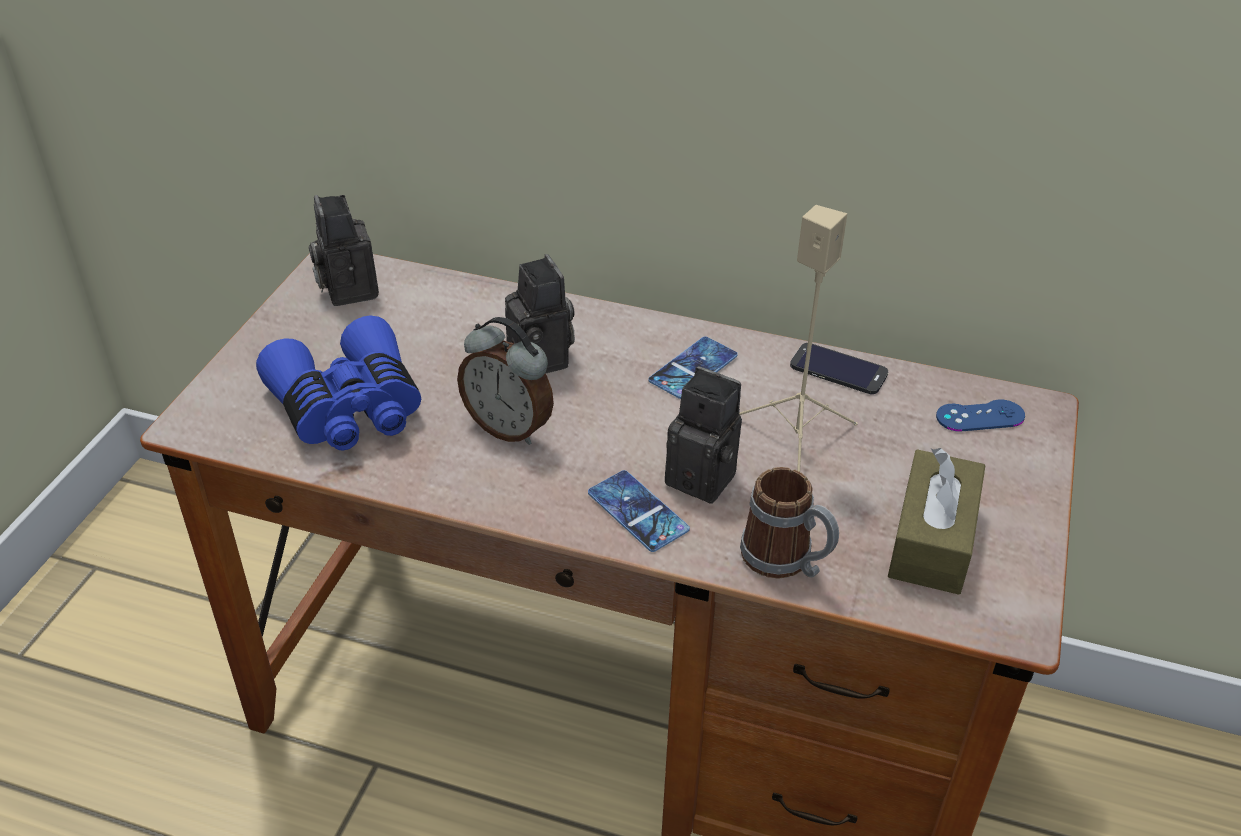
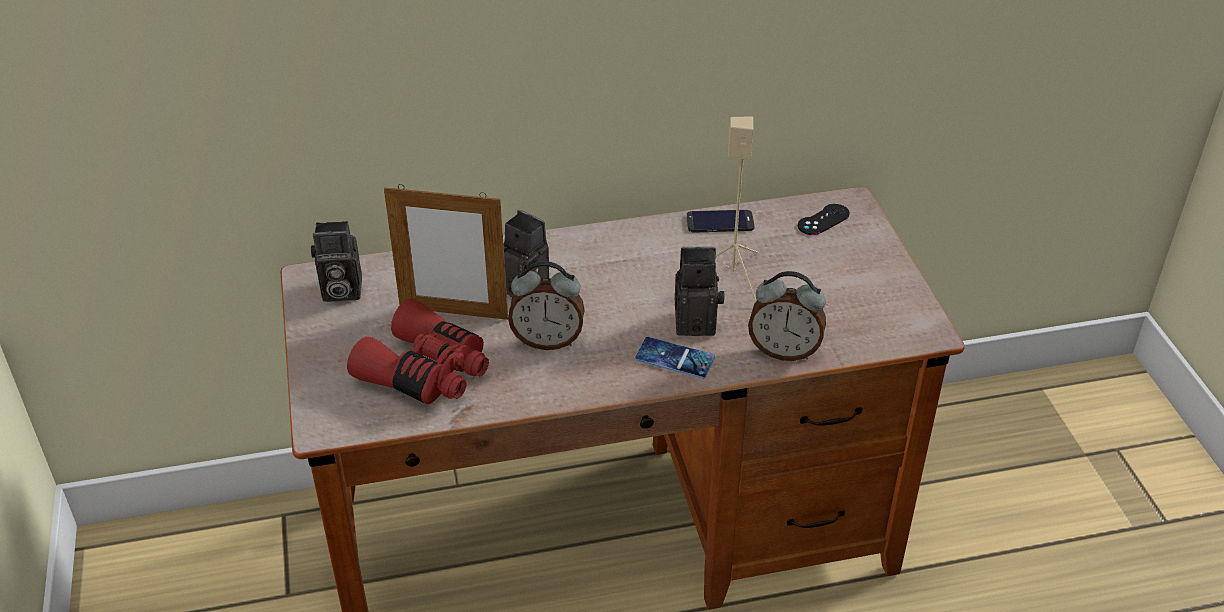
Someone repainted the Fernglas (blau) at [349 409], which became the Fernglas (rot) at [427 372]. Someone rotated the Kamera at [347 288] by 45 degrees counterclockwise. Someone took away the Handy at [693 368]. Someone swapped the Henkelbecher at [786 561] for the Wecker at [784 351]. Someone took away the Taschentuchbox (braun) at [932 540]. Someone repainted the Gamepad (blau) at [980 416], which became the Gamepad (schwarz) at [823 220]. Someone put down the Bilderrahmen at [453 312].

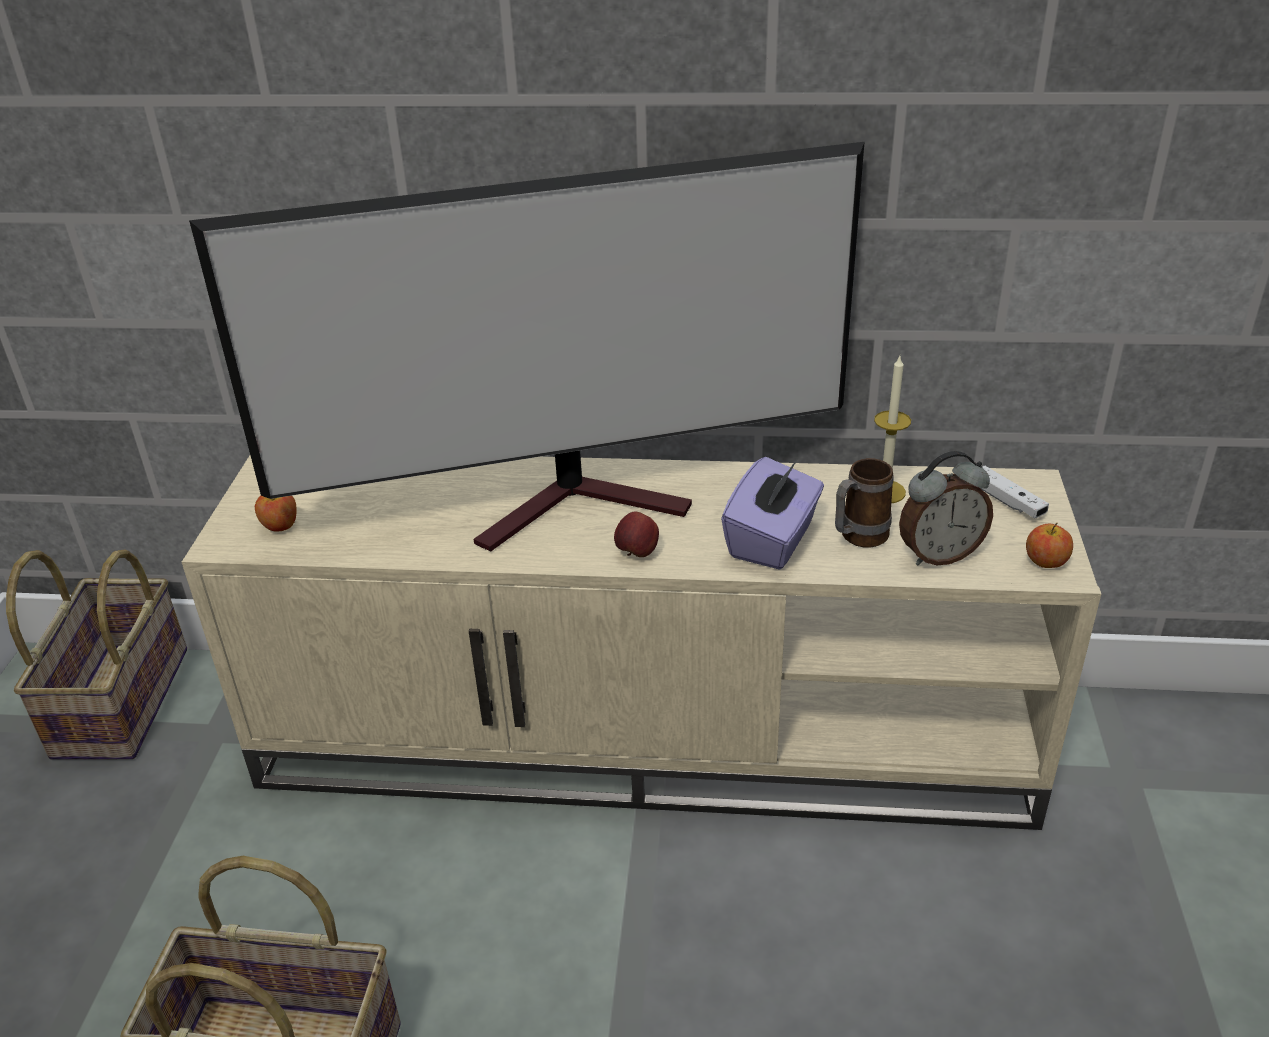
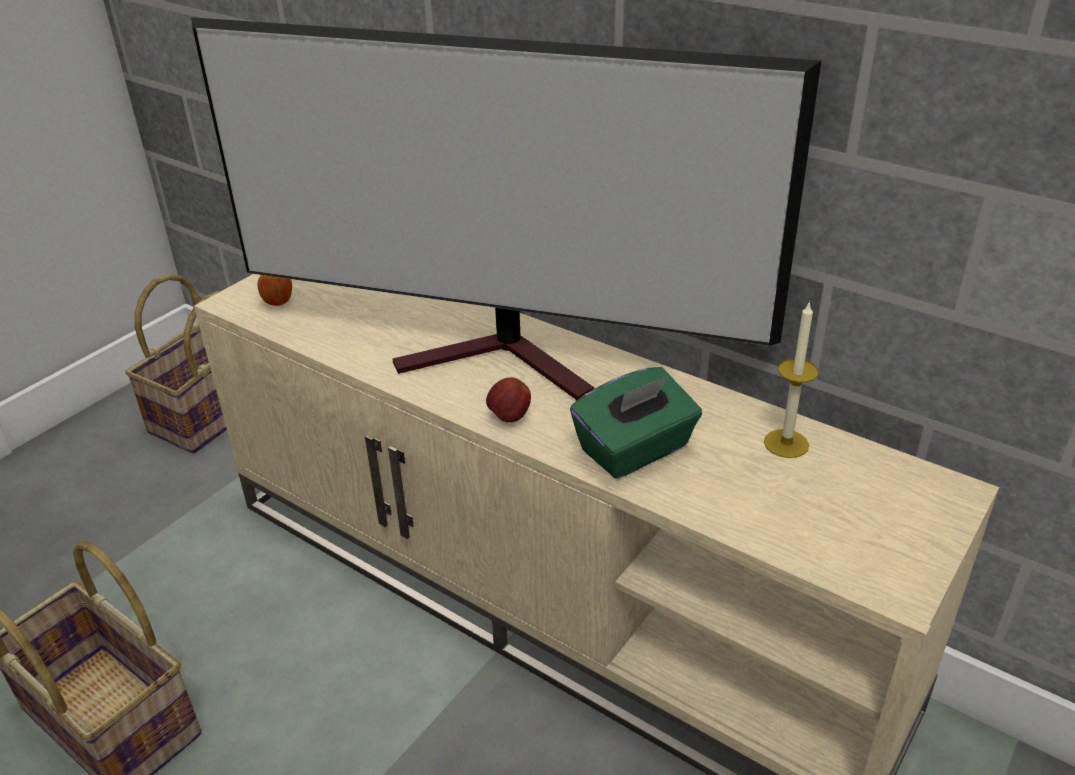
Someone repainted the Taschentuchbox (lila) at [773 540], which became the Taschentuchbox (grün) at [635 450]. Someone took away the Henkelbecher at [857 538]. Someone took away the Wecker at [939 554]. Someone took away the Gamepad (weiß) at [1006 501]. Someone took away the Apfel at [1045 562].

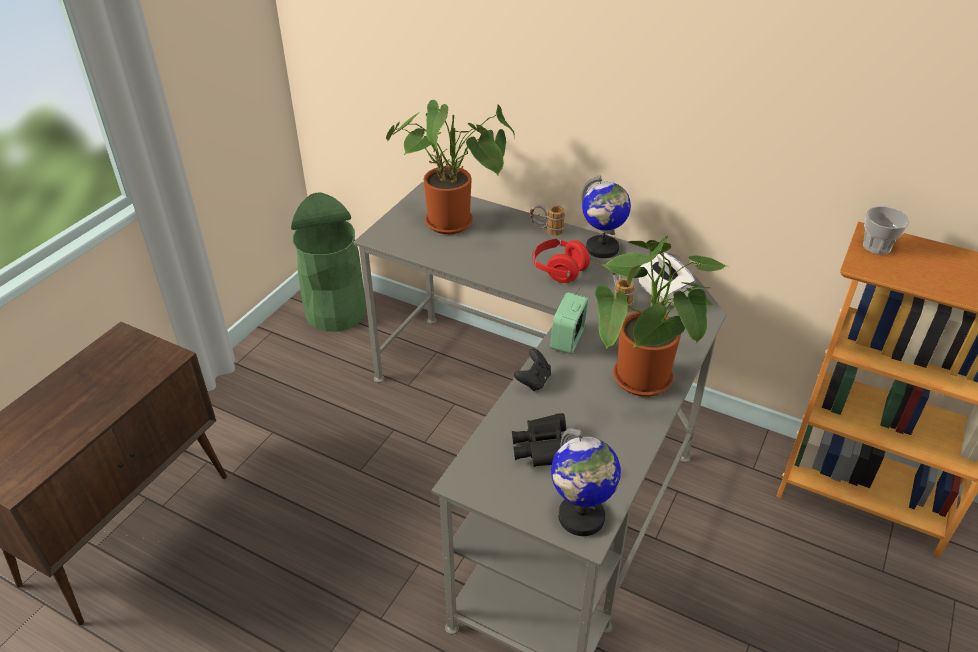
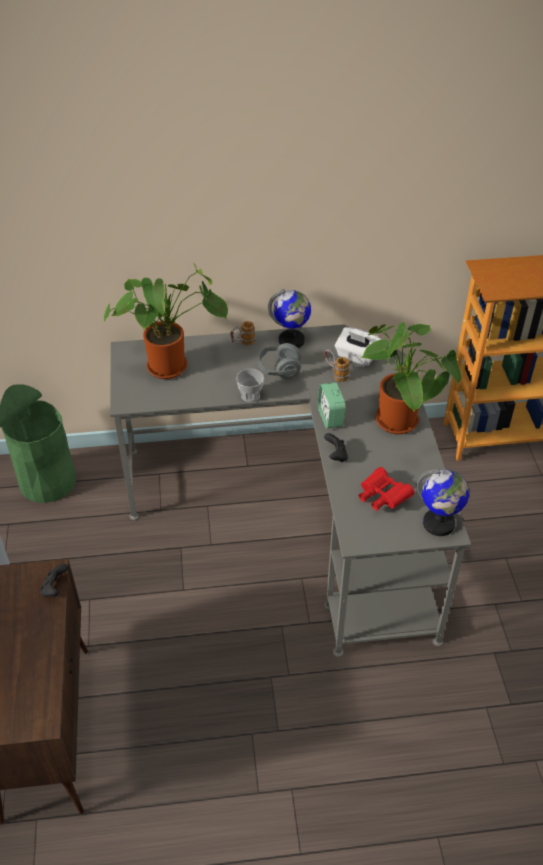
Someone repainted the Fernglas (schwarz) at [541 451], which became the Fernglas (rot) at [382 497]. Someone repainted the Kopfhörer (rot) at [559 270], which became the Kopfhörer (grau) at [278 370]. Someone carried the Tasse from [876 246] to [250 396]. Someone put down the Gamepad (schwarz) at [55 588].

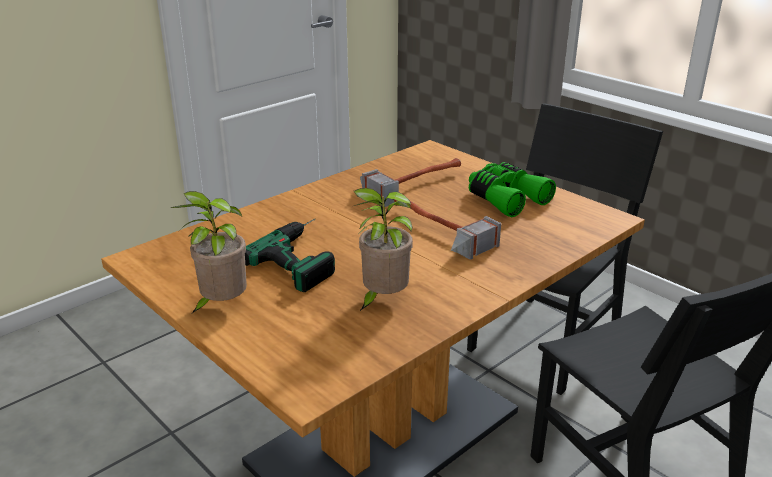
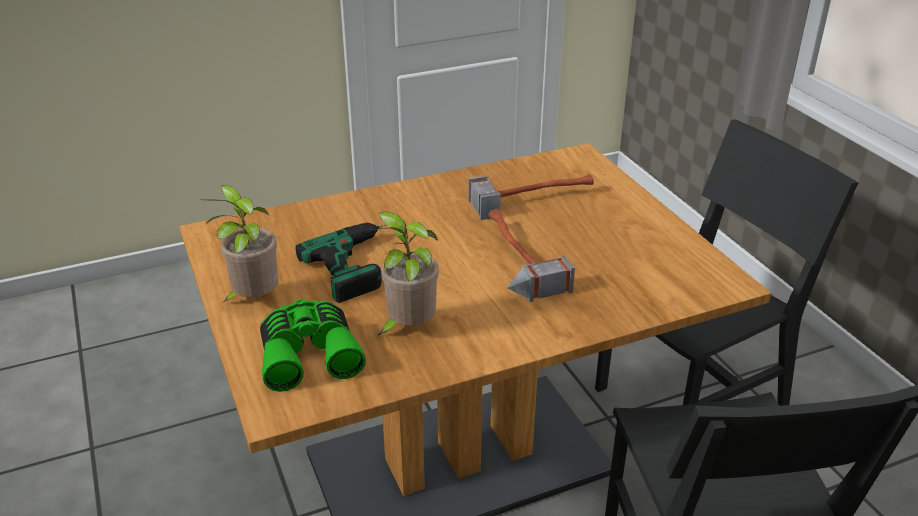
Someone carried the Fernglas (grün) from [505 198] to [309 354].

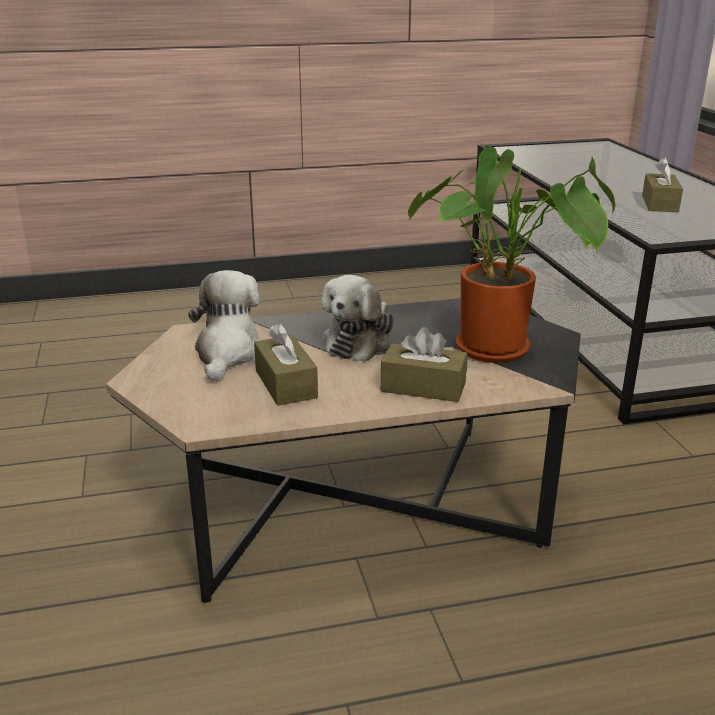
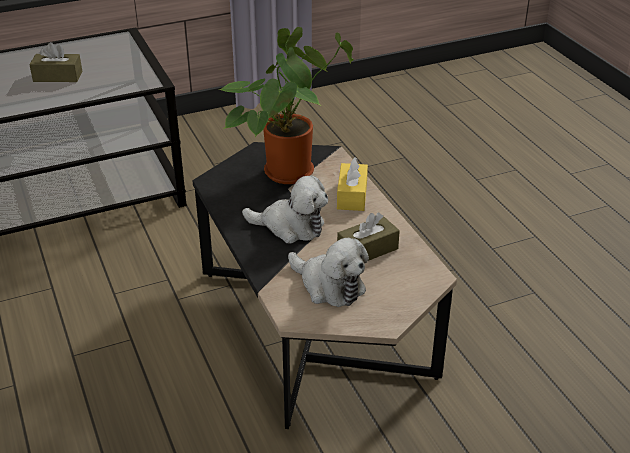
Someone rotated the Plüschtier at [228 354] by 135 degrees counterclockwise. Someone repainted the Taschentuchbox (braun) at [423 387], which became the Taschentuchbox (gelb) at [352 195].

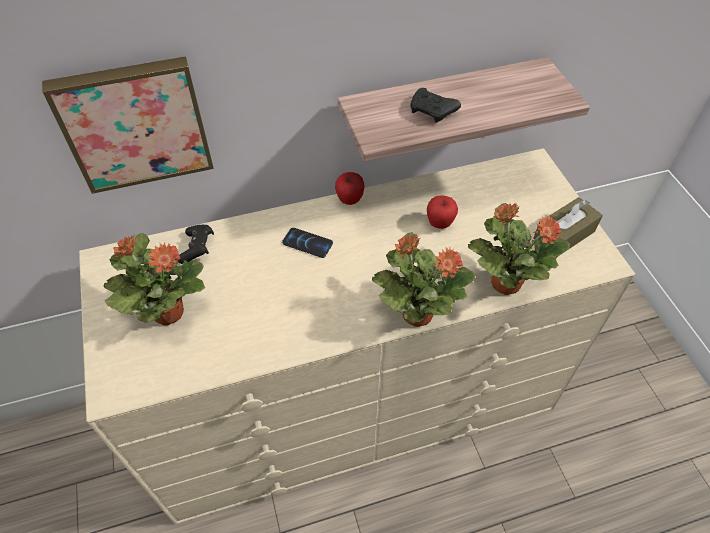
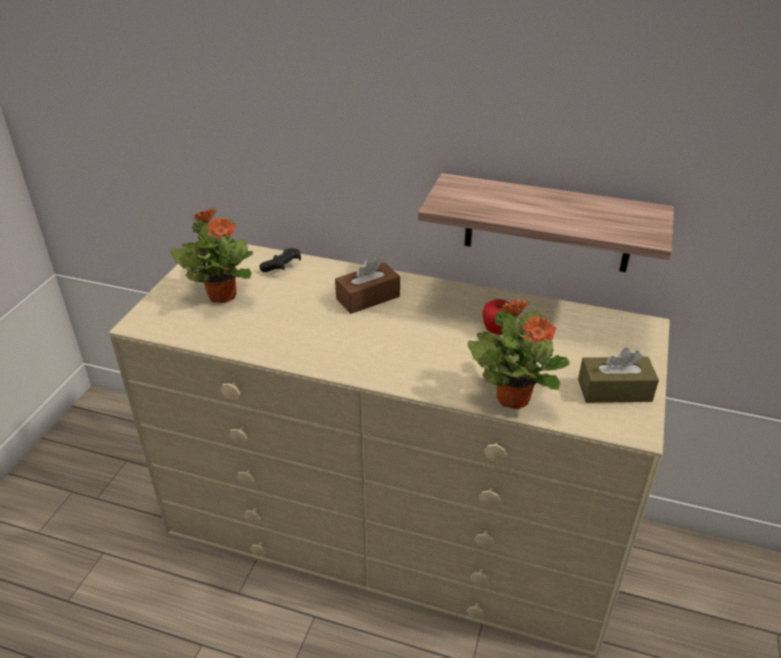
Someone took away the Bild at [135 123]. Someone swapped the Handy at [307 243] for the Taschentuchbox (braun) at [368 298]. Someone took away the Apfel at [350 200]. Someone took away the Topfpflanze at [416 313]. Someone took away the Gamepad (schwarz) at [432 112].

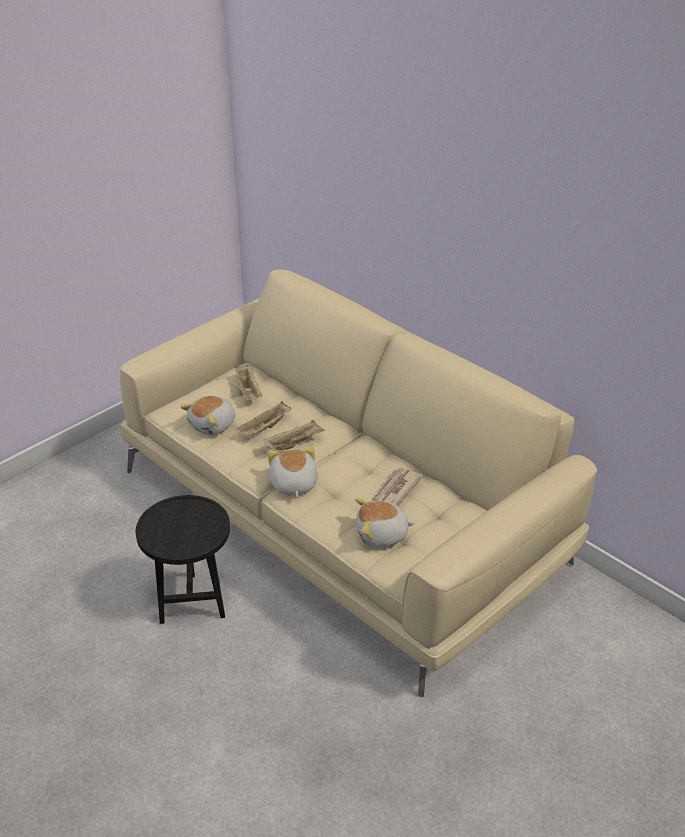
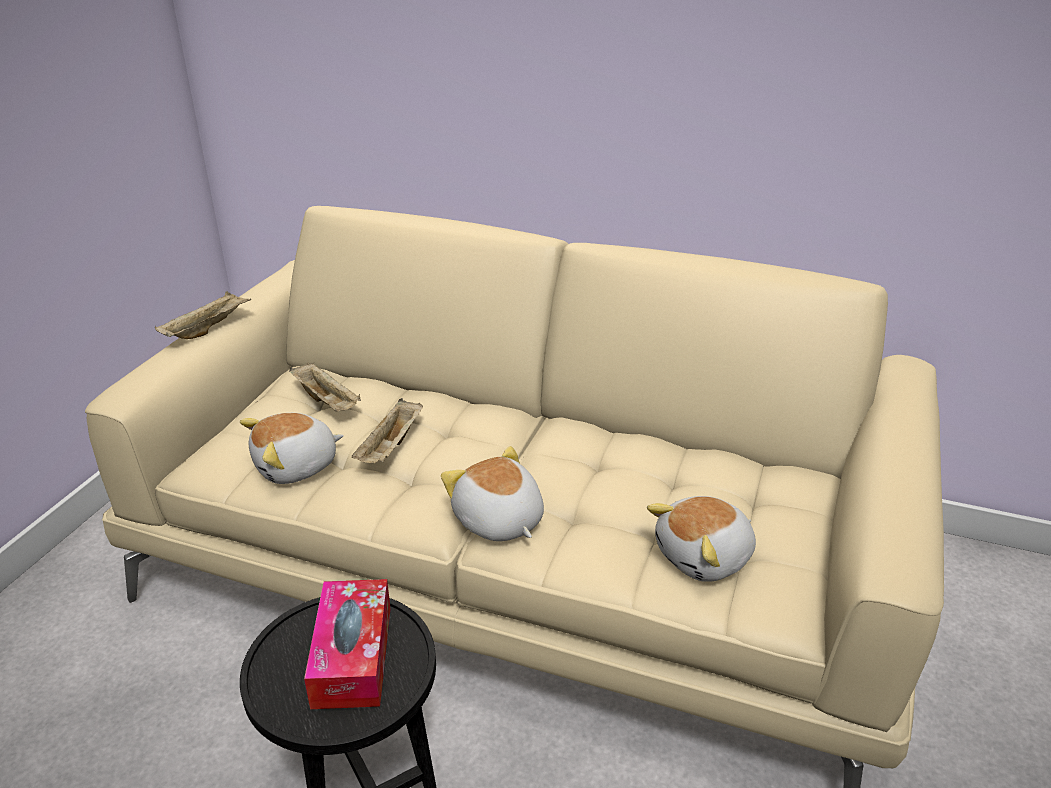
Someone rotated the Plüschtier at [213 425] by 45 degrees clockwise. Someone carried the Tablett (beige) from [294 443] to [207 329]. Someone took away the Zeitung at [395 490]. Someone put down the Taschentuchbox at [352 655].

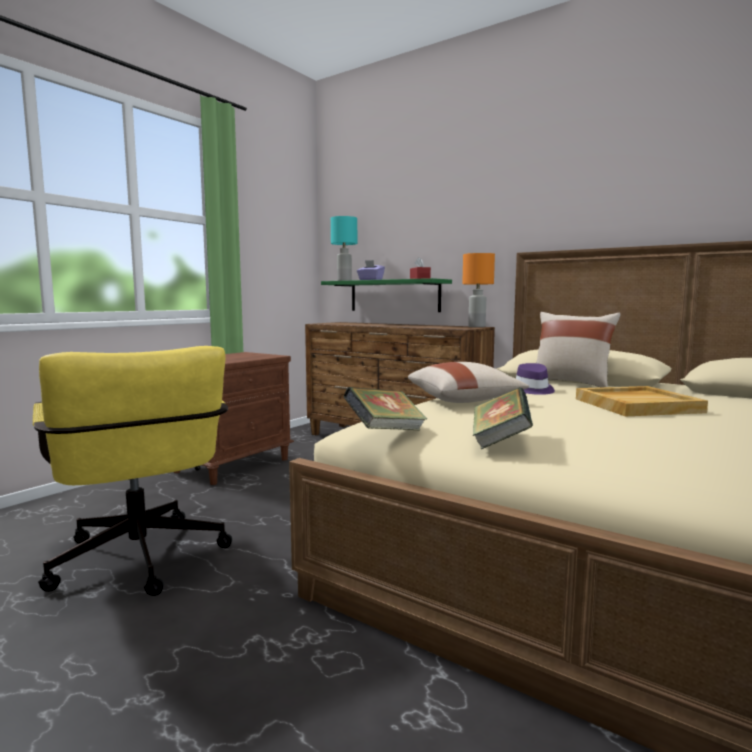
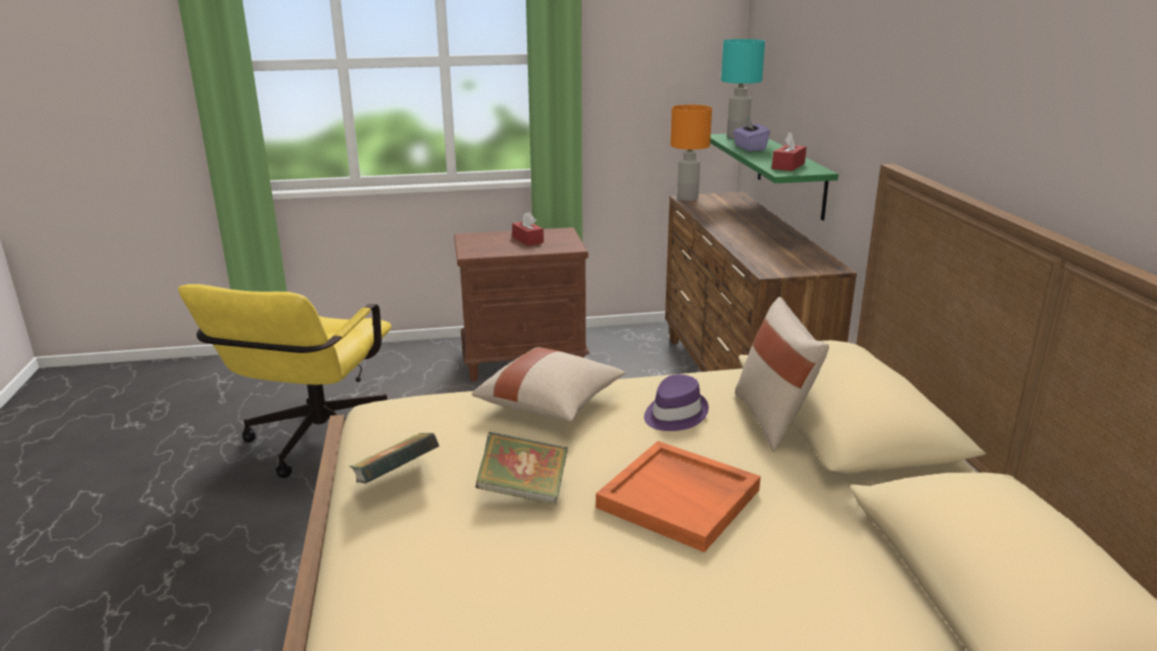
Someone carried the Buch from [385 432] to [523 491]. Someone carried the Tischlampe (orange) from [476 327] to [687 198]. Someone repainted the Tablett (beige) at [637 405], which became the Tablett (orange) at [680 498]. Someone put down the Taschentuchbox (rot) at [528 240].

